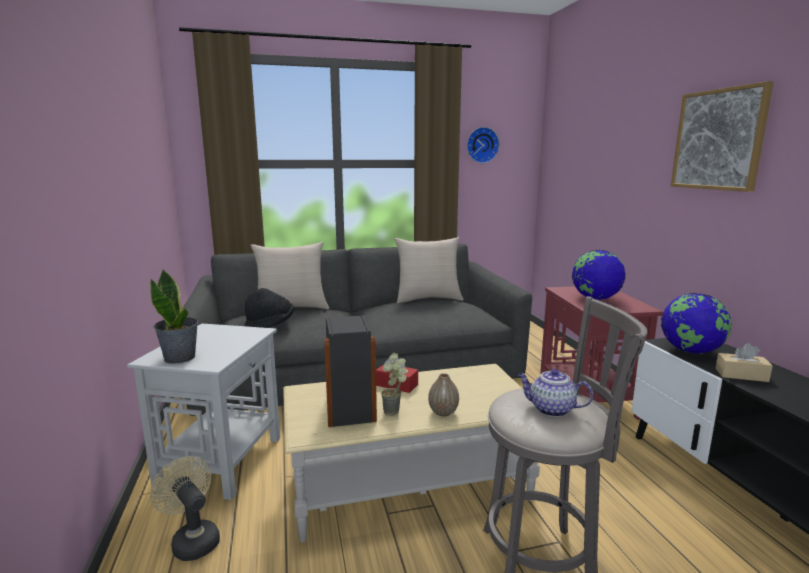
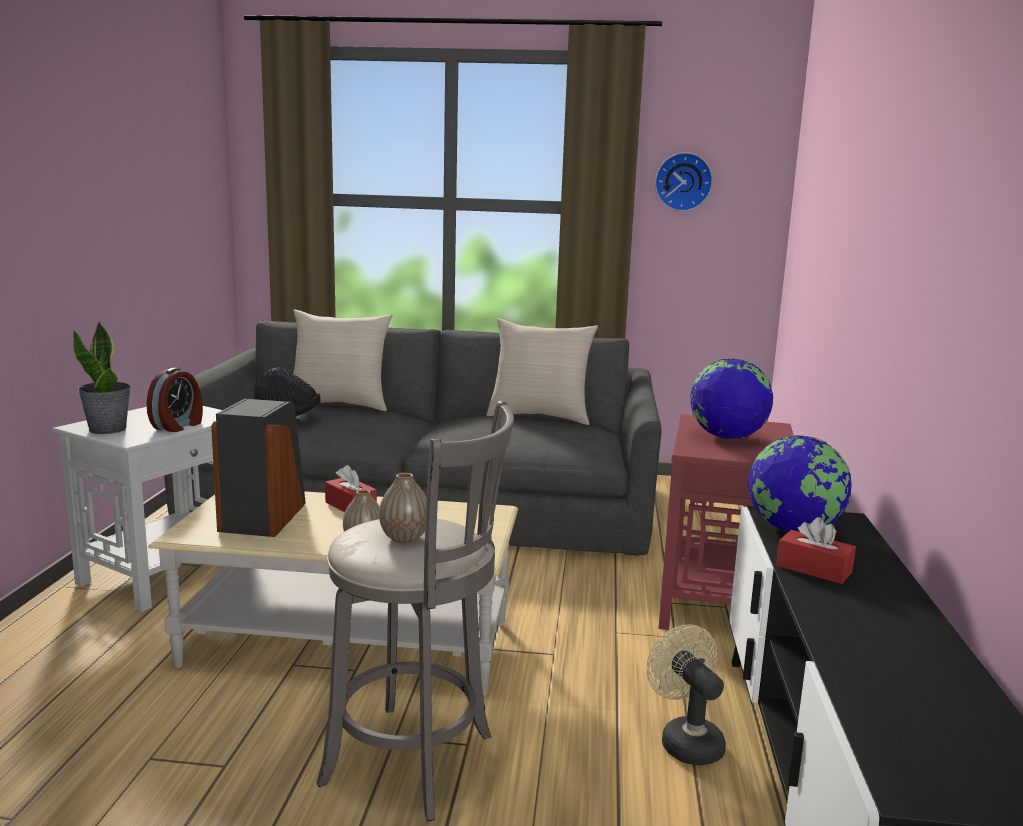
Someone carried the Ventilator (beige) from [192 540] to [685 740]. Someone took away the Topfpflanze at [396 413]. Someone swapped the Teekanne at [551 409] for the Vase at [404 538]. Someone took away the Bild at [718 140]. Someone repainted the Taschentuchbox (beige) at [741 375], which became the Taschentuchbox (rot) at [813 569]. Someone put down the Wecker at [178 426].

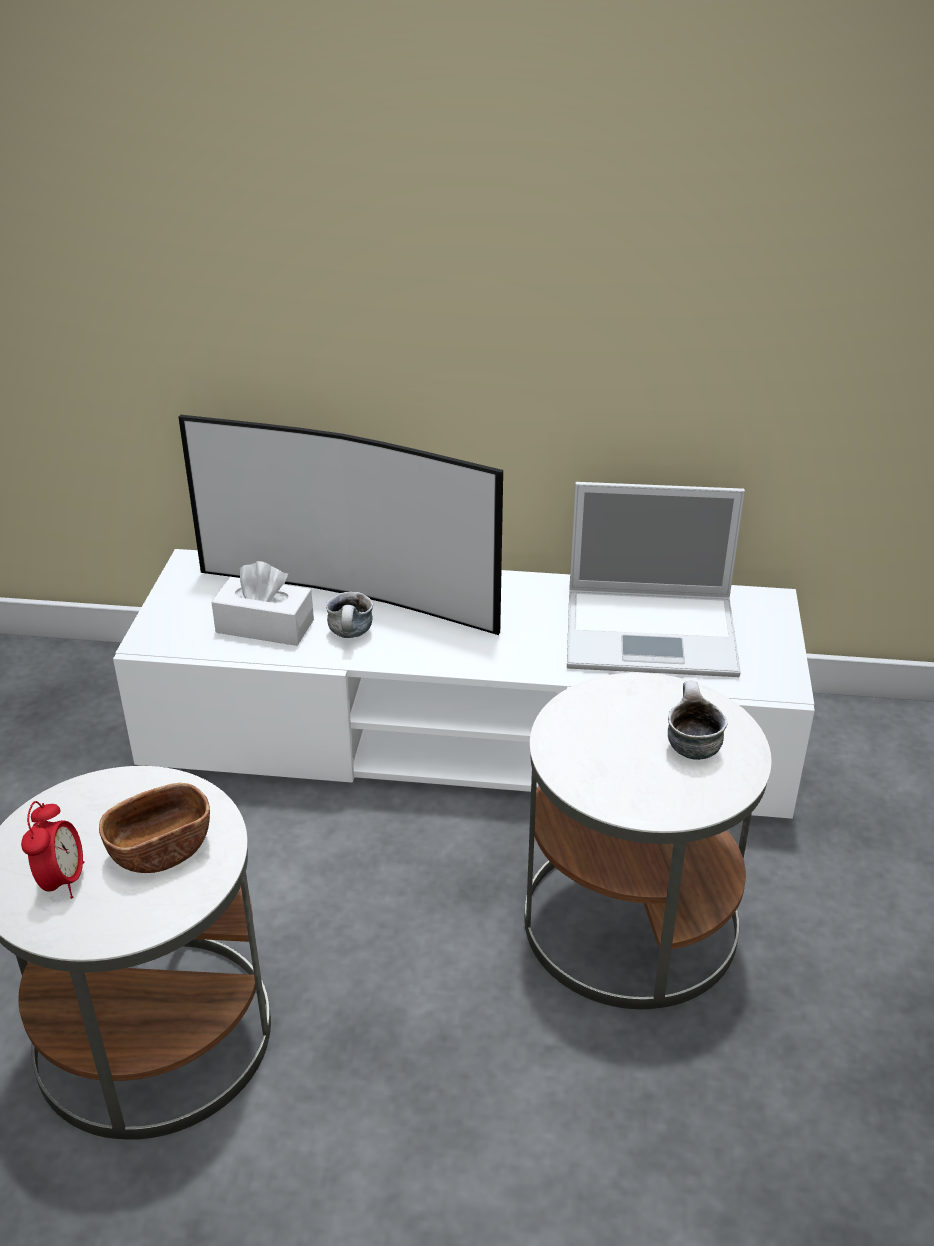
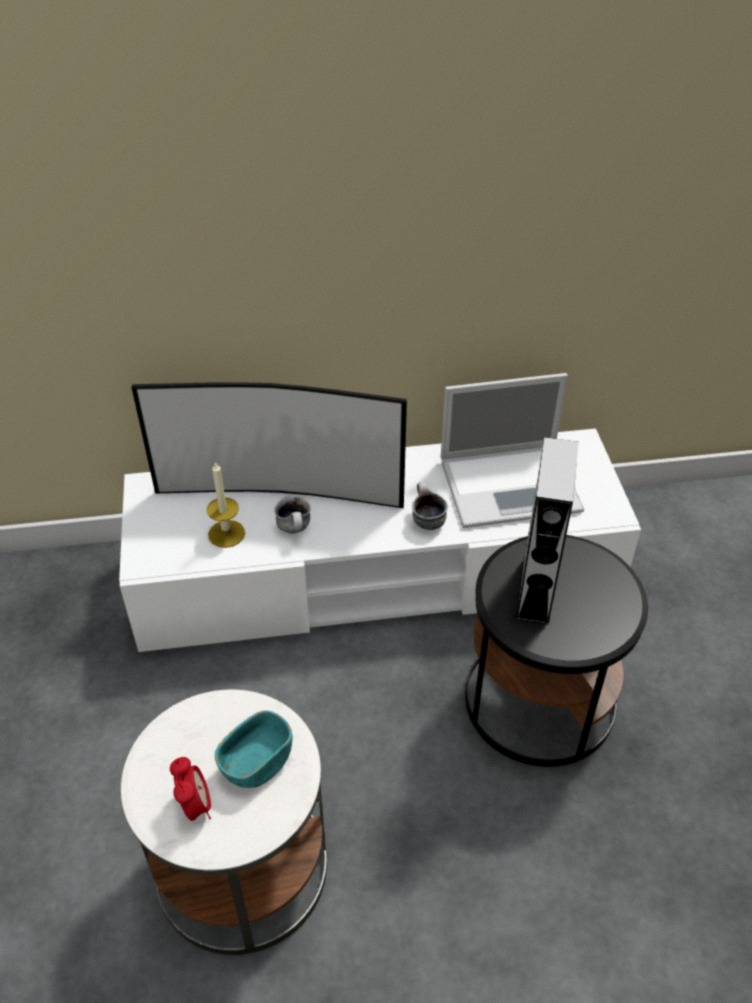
Someone repainted the Schüssel (braun) at [161 850], which became the Schüssel (türkis) at [257 762]. Someone swapped the Taschentuchbox (weiß) at [265 626] for the Kerze at [226 534]. Someone repainted the Beistelltisch (weiß) at [629 923], which became the Beistelltisch (schwarz) at [539 700]. Someone carried the Henkelbecher from [689 744] to [426 519]. Someone put down the Lautsprecher (grau) at [536 590].

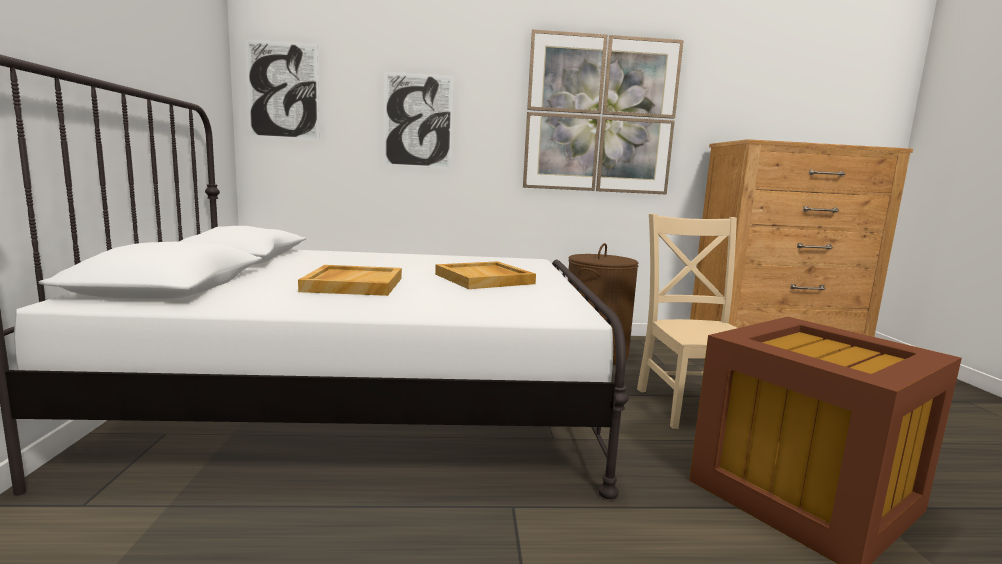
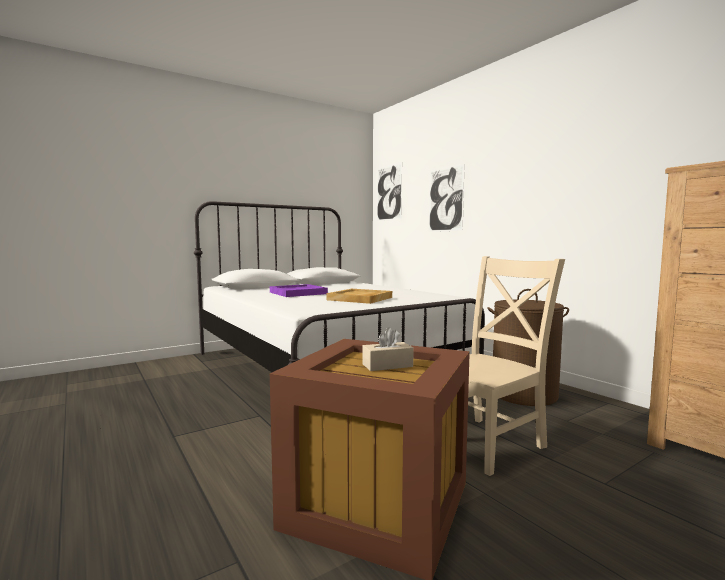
Someone repainted the Tablett (beige) at [353 284], which became the Tablett (lila) at [298 293]. Someone took away the Bild at [600 115]. Someone put down the Taschentuchbox (beige) at [387 365].

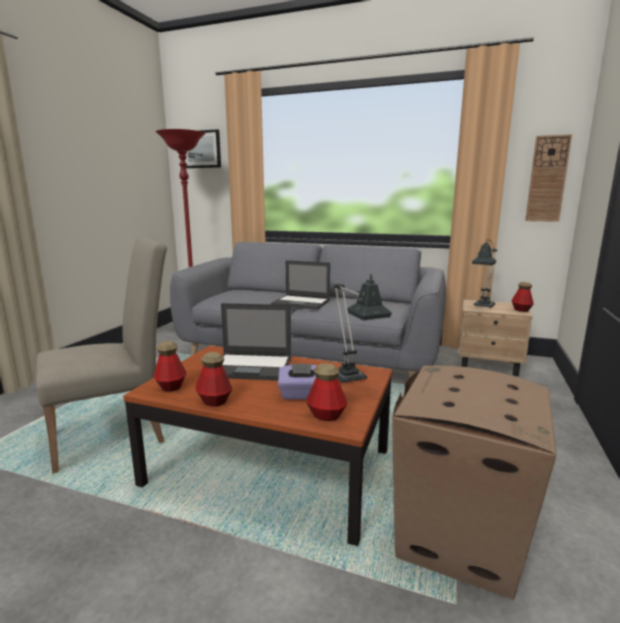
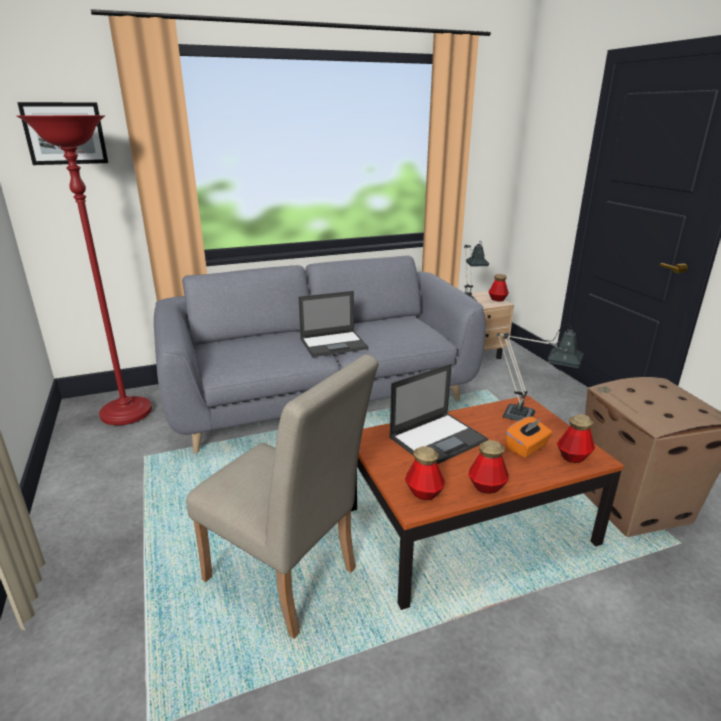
Someone rotated the Stuhl (beige) at [117 436] by 105 degrees clockwise. Someone repainted the Taschentuchbox (lila) at [301 395], which became the Taschentuchbox (orange) at [526 448]. Someone took away the Wanduhr at [547 179].

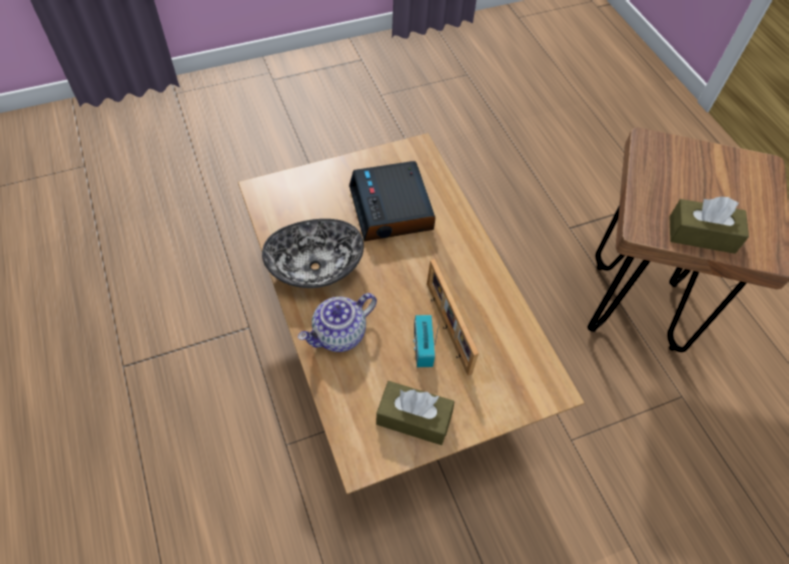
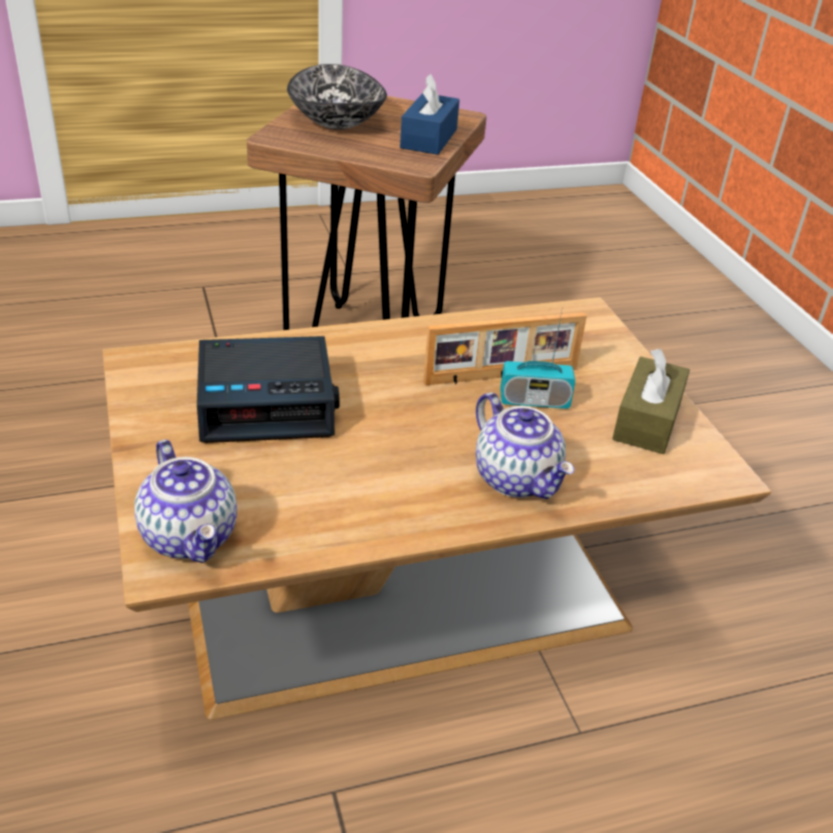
Someone carried the Schüssel from [315 268] to [338 121]. Someone repainted the Taschentuchbox (braun) at [701 234], which became the Taschentuchbox (blau) at [429 139]. Someone put down the Teekanne at [191 536].

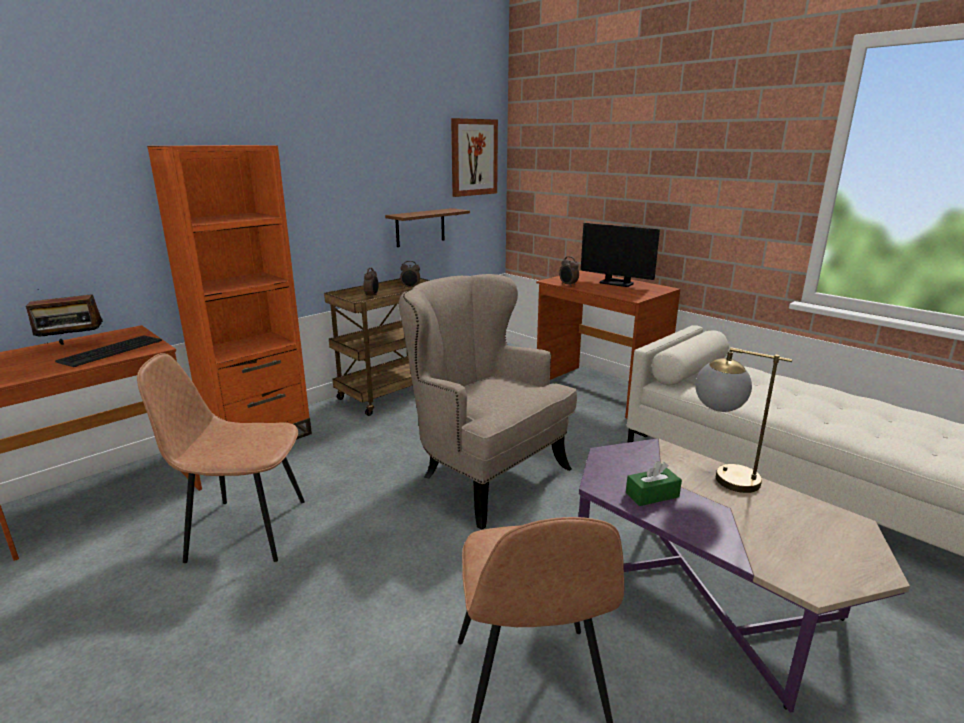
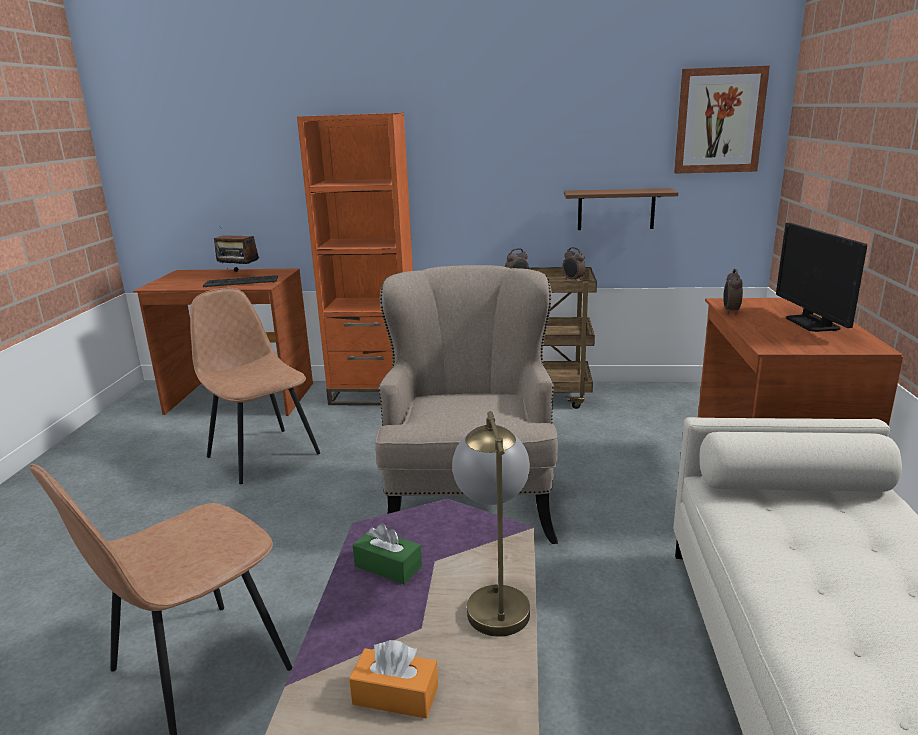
Someone put down the Taschentuchbox (orange) at [395 695].

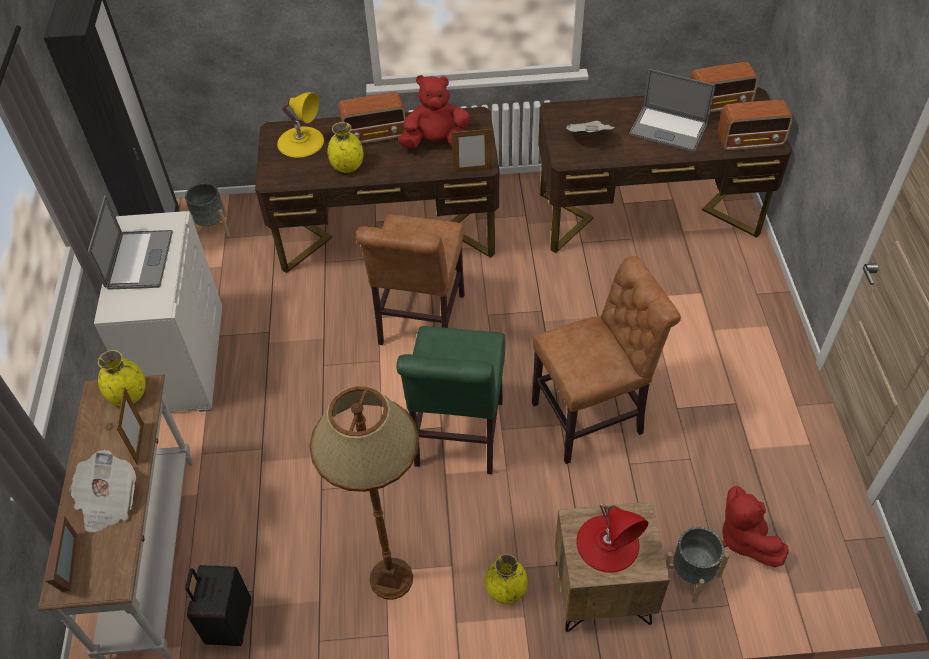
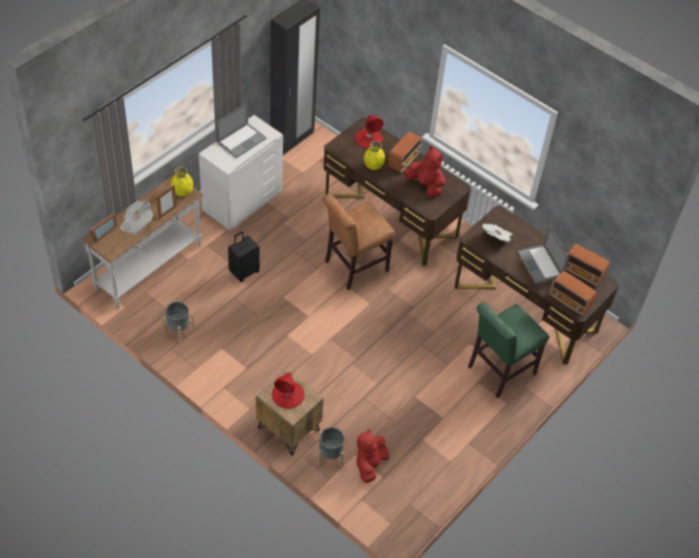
Someone carried the Pflanzkübel (grau) from [212 228] to [178 330]. Someone carried the Koffer (schwarz) from [229 623] to [244 272]. Someone repainted the Tischlampe (gelb) at [301 141], which became the Tischlampe (rot) at [369 138]. Someone took away the Stehlampe (braun) at [391 578]. Someone rotated the Radio at [375 135] by 90 degrees counterclockwise. Someone carried the Stuhl (grün) from [457 438] to [498 372]. Someone took away the Bilderrahmen at [472 170]. Someone took away the Vase (gelb) at [505 590]. Someone took away the Stuhl (braun) at [593 417].

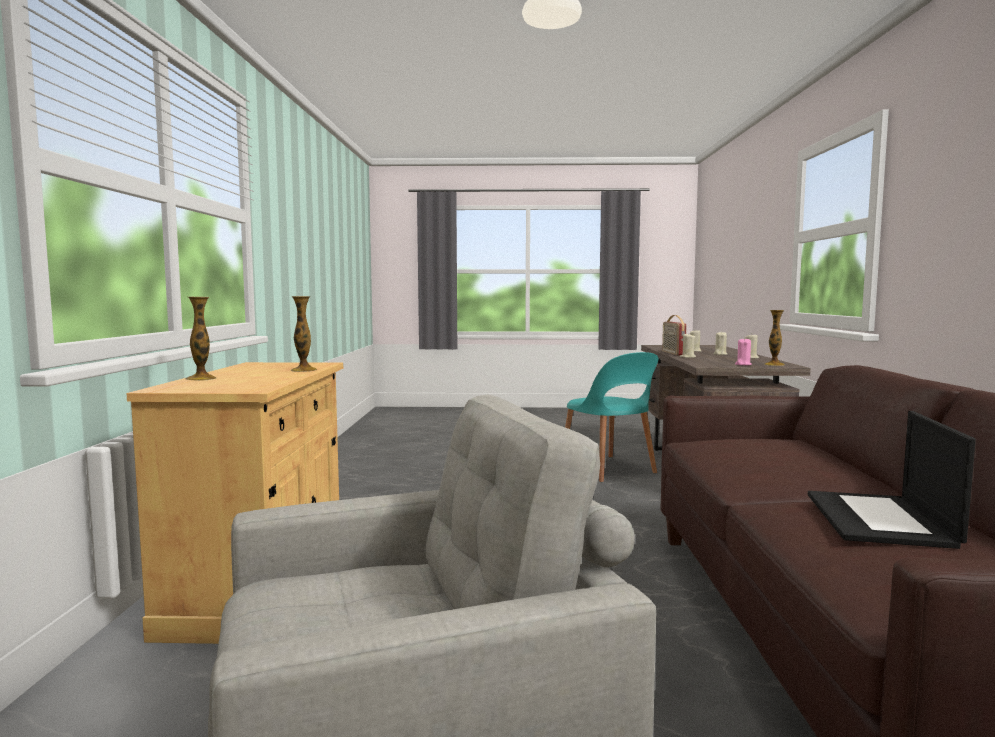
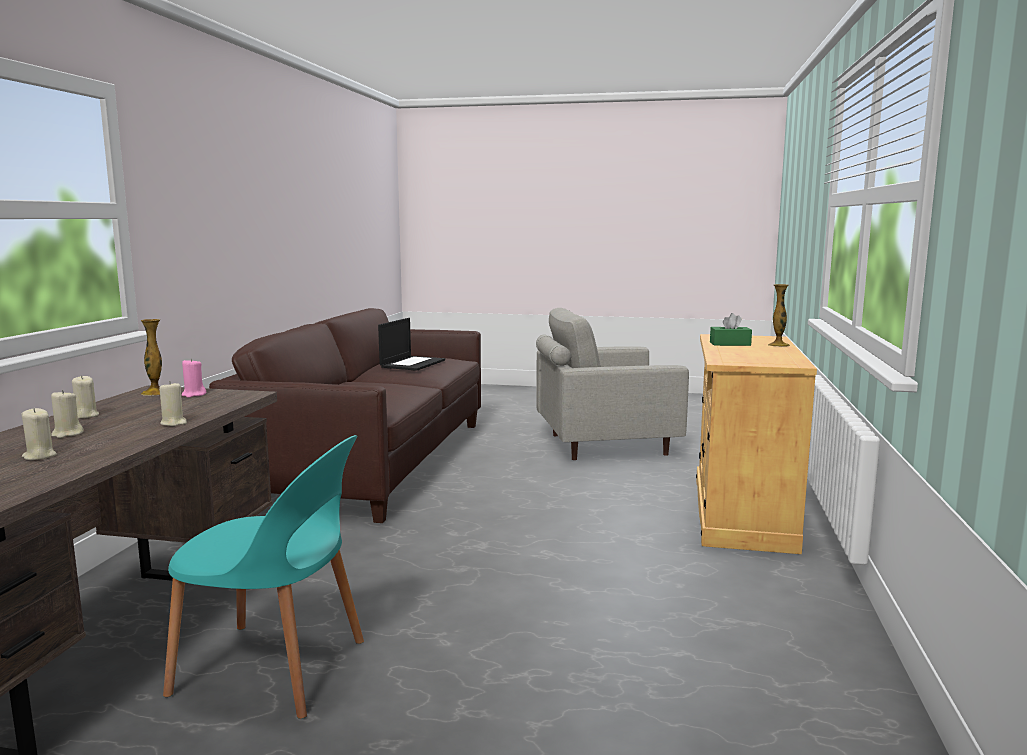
Someone took away the Vase at [303 370]. Someone rotated the Stuhl (türkis) at [608 469] by 120 degrees clockwise. Someone took away the Radio at [672 353]. Someone put down the Taschentuchbox (grün) at [730 344].

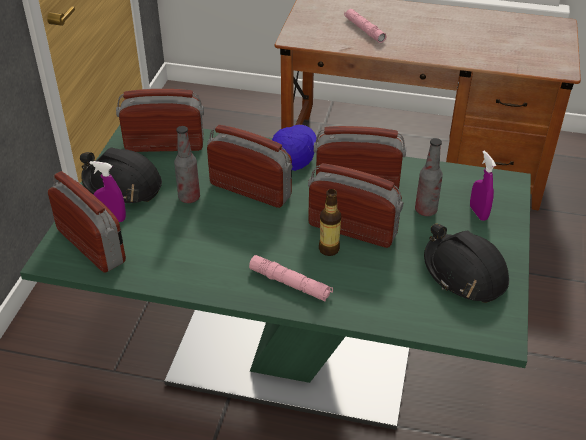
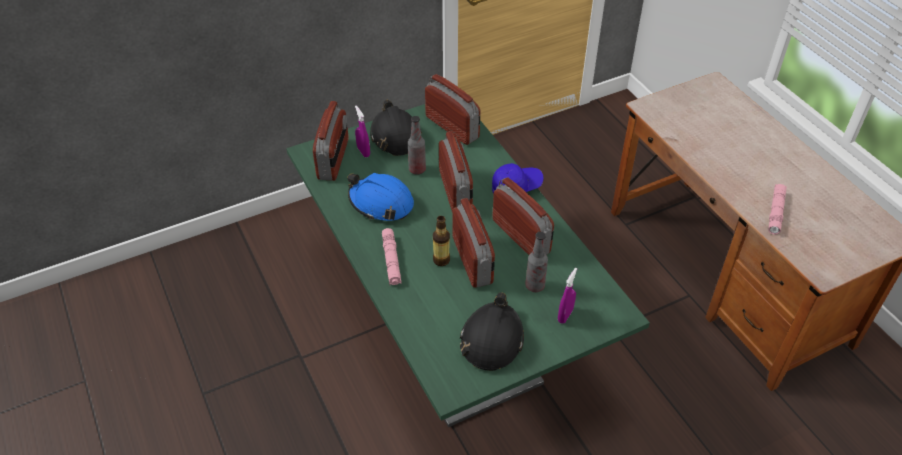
Someone carried the Taschenlampe (rosa) from [364 30] to [776 212]. Someone put down the Schutzhelm (blau) at [381 203].

